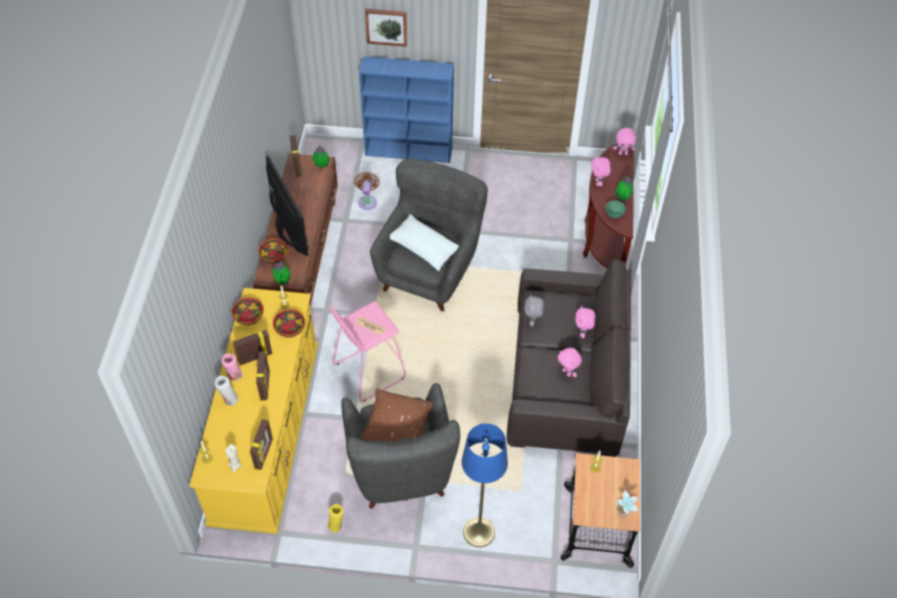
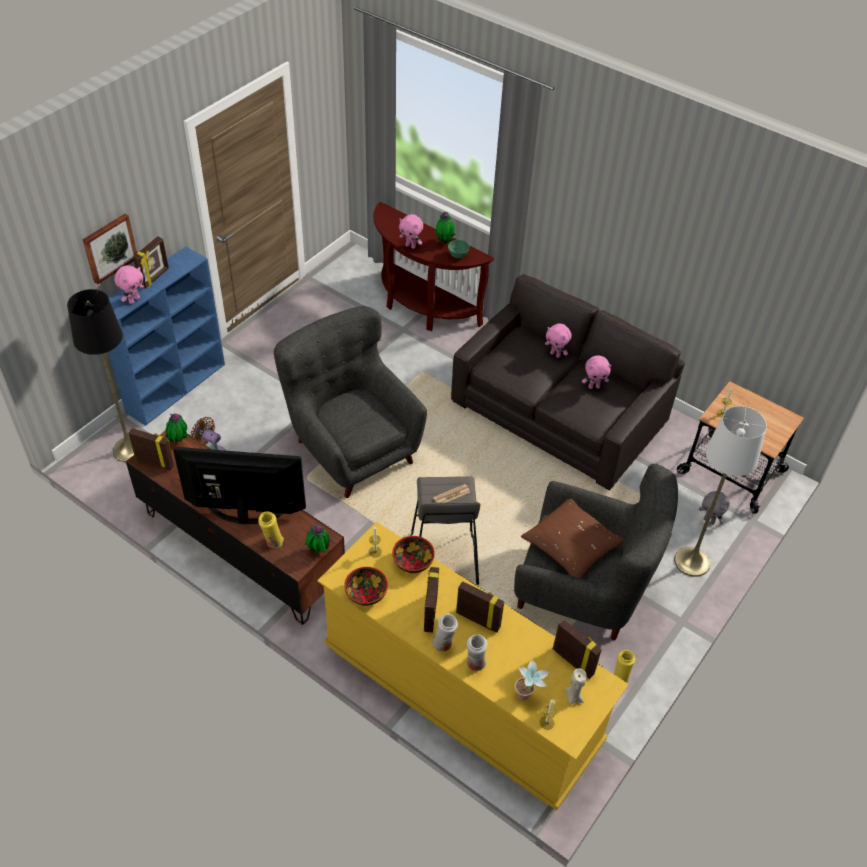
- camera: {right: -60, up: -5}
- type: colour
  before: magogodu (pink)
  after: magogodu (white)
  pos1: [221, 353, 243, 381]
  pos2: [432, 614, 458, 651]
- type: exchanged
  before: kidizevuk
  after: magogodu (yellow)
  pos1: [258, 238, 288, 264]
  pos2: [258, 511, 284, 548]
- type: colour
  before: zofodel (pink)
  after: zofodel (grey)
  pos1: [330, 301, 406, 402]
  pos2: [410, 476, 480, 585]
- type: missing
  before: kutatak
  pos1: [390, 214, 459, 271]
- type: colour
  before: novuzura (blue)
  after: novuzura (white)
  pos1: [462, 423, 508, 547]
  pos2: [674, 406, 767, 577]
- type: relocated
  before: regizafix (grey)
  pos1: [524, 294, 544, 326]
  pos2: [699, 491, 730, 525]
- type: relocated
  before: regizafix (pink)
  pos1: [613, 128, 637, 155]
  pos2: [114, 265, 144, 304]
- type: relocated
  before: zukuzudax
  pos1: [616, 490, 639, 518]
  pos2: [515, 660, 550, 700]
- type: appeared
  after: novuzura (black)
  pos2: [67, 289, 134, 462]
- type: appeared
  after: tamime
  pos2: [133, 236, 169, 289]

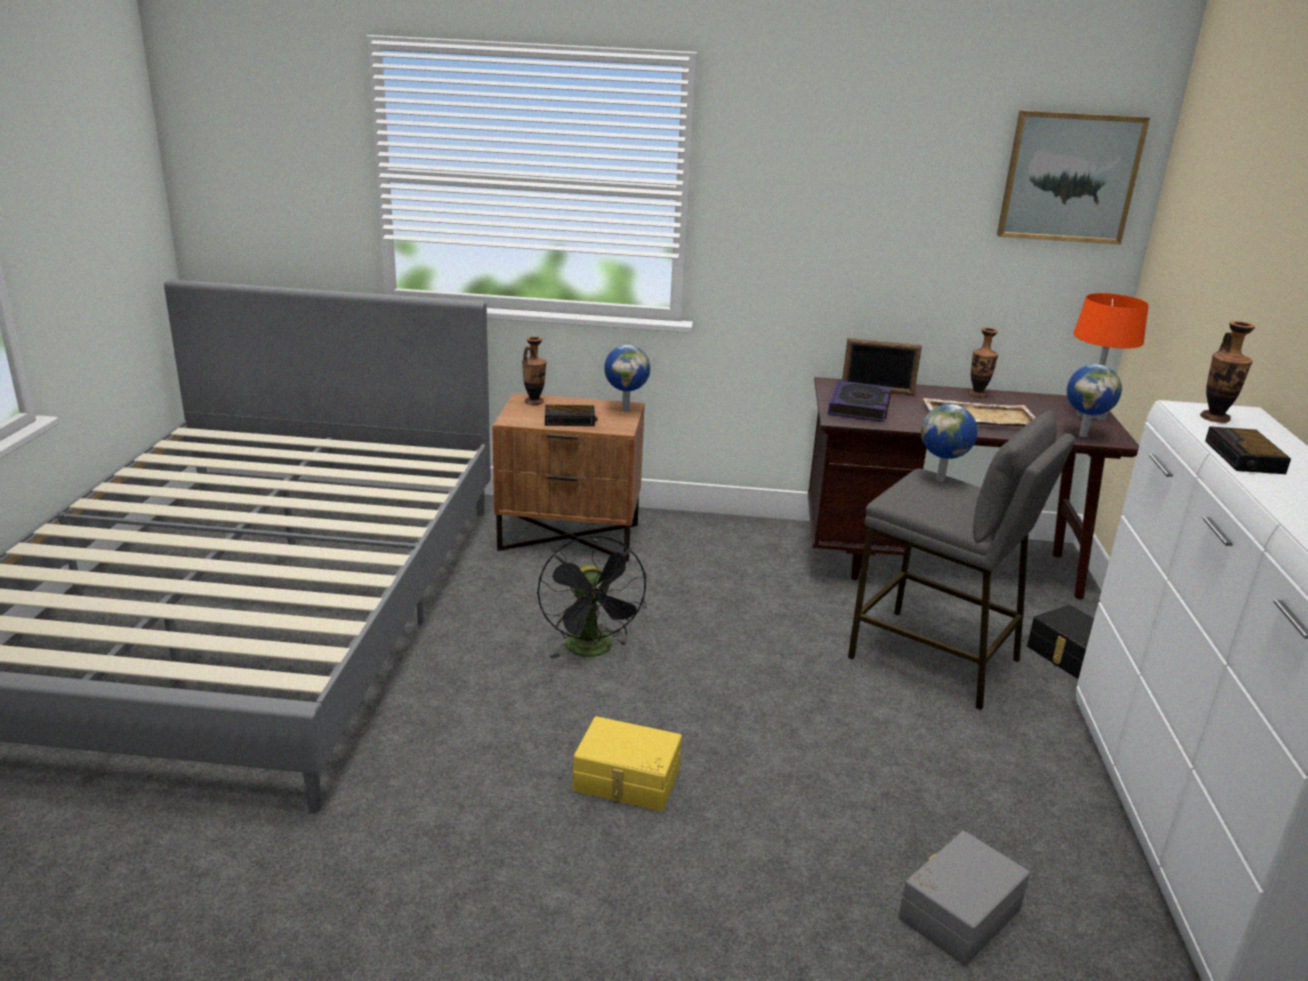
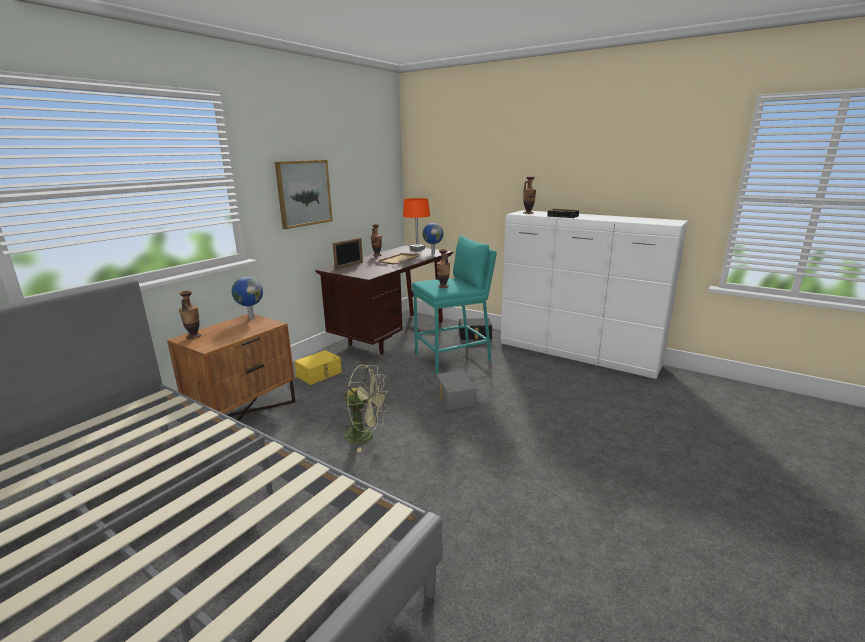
- camera: {right: -60, up: -5}
- type: colour
  before: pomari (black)
  after: pomari (green)
  pos1: [537, 536, 647, 659]
  pos2: [341, 365, 389, 452]
- type: missing
  before: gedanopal
  pos1: [545, 405, 597, 426]
- type: relocated
  before: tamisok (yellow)
  pos1: [573, 716, 682, 811]
  pos2: [295, 350, 342, 385]
- type: missing
  before: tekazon
  pos1: [828, 380, 891, 422]
- type: colour
  before: zofodel (grey)
  after: zofodel (turquoise)
  pos1: [848, 410, 1075, 710]
  pos2: [412, 235, 497, 374]
- type: relocated
  before: tamisok (grey)
  pos1: [898, 831, 1030, 965]
  pos2: [436, 370, 477, 410]
- type: missing
  before: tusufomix
  pos1: [921, 404, 977, 481]
- type: relocated
  before: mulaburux
  pos1: [997, 110, 1150, 245]
  pos2: [275, 160, 333, 229]
- type: appeared
  after: magogodu
  pos2: [436, 249, 450, 288]

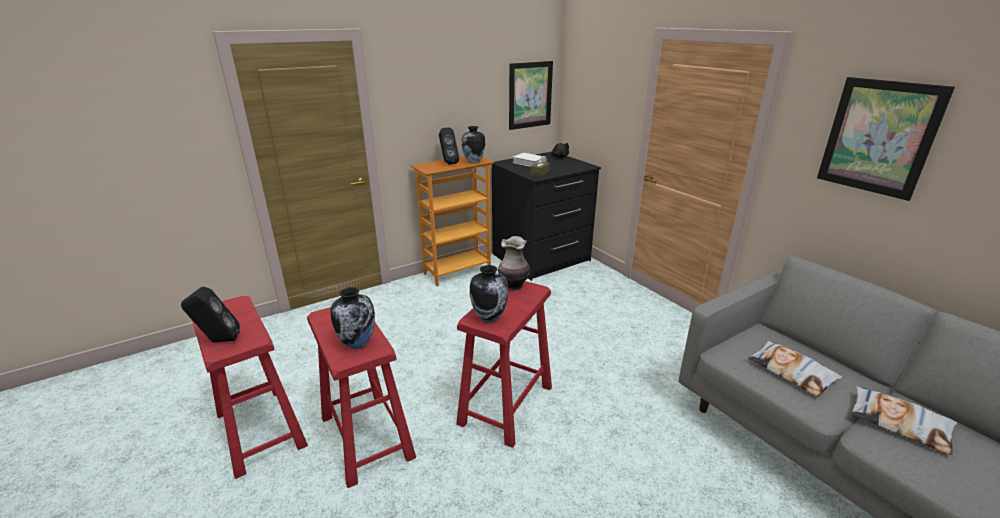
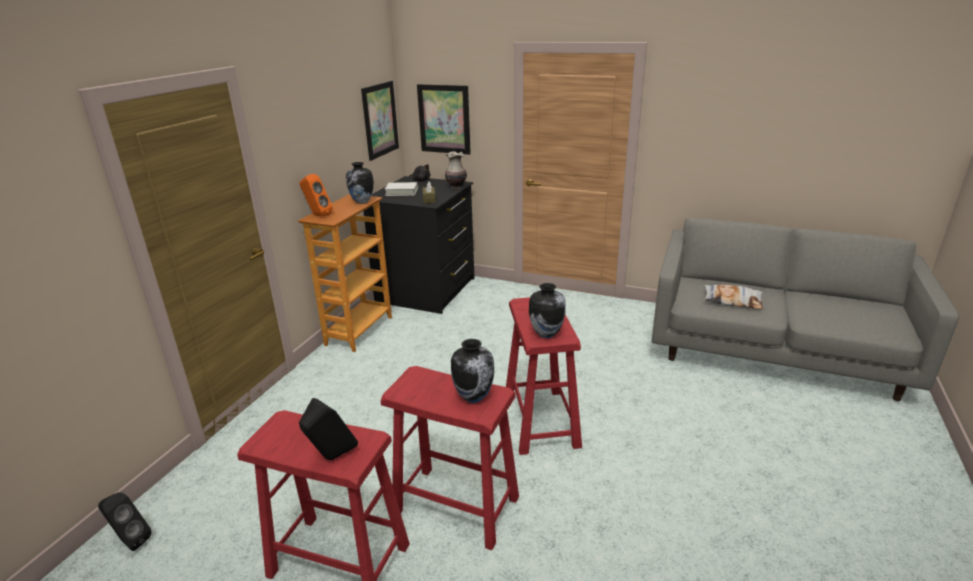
- camera: {right: -35, up: 0}
- type: relocated
  before: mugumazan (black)
  pos1: [439, 128, 459, 165]
  pos2: [98, 492, 151, 551]
- type: relocated
  before: magogodu
  pos1: [498, 236, 530, 291]
  pos2: [445, 151, 467, 189]
- type: relocated
  before: mulaburux
  pos1: [817, 77, 955, 201]
  pos2: [417, 84, 471, 155]
- type: missing
  before: kutatak
  pos1: [851, 386, 957, 455]
- type: appeared
  after: mugumazan (orange)
  pos2: [300, 174, 333, 217]

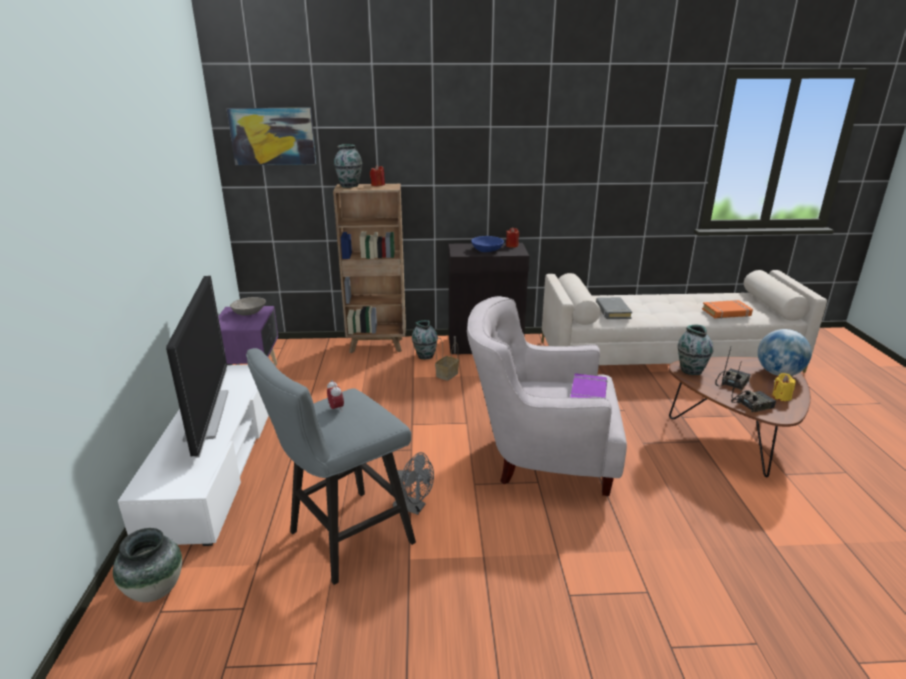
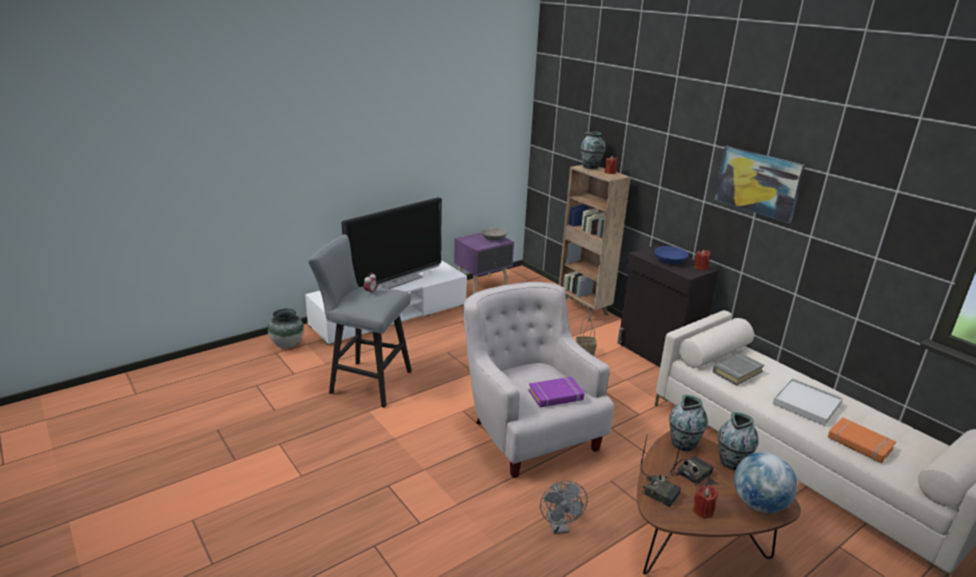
- camera: {right: 55, up: 0}
- type: relocated
  before: mulaburux
  pos1: [227, 108, 316, 165]
  pos2: [714, 146, 805, 223]
- type: relocated
  before: pomari (grey)
  pos1: [393, 452, 434, 515]
  pos2: [540, 481, 588, 534]
- type: relocated
  before: magogodu
  pos1: [412, 320, 438, 359]
  pos2: [718, 412, 758, 471]
- type: spun
  before: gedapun
  pos1: [715, 348, 750, 391]
  pos2: [671, 439, 713, 486]
  turn: -45
- type: colour
  before: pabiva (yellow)
  after: pabiva (red)
  pos1: [772, 373, 796, 401]
  pos2: [693, 486, 718, 519]
- type: appeared
  after: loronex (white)
  pos2: [773, 378, 843, 426]

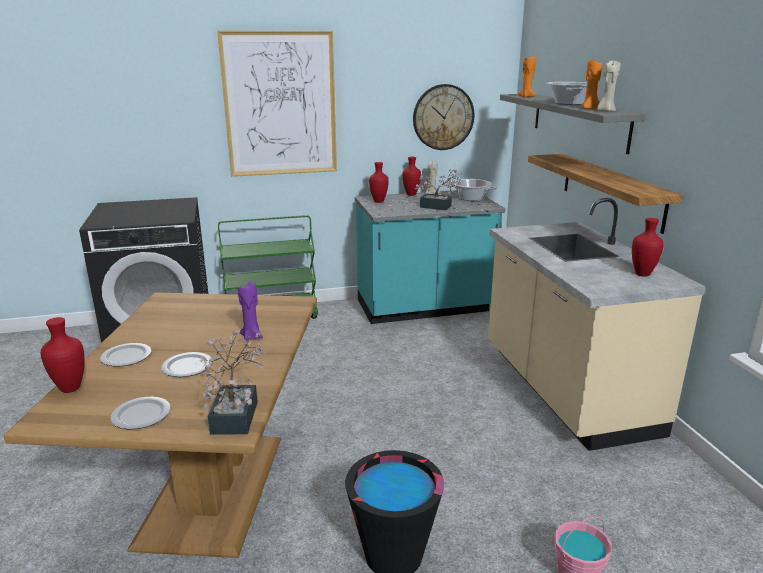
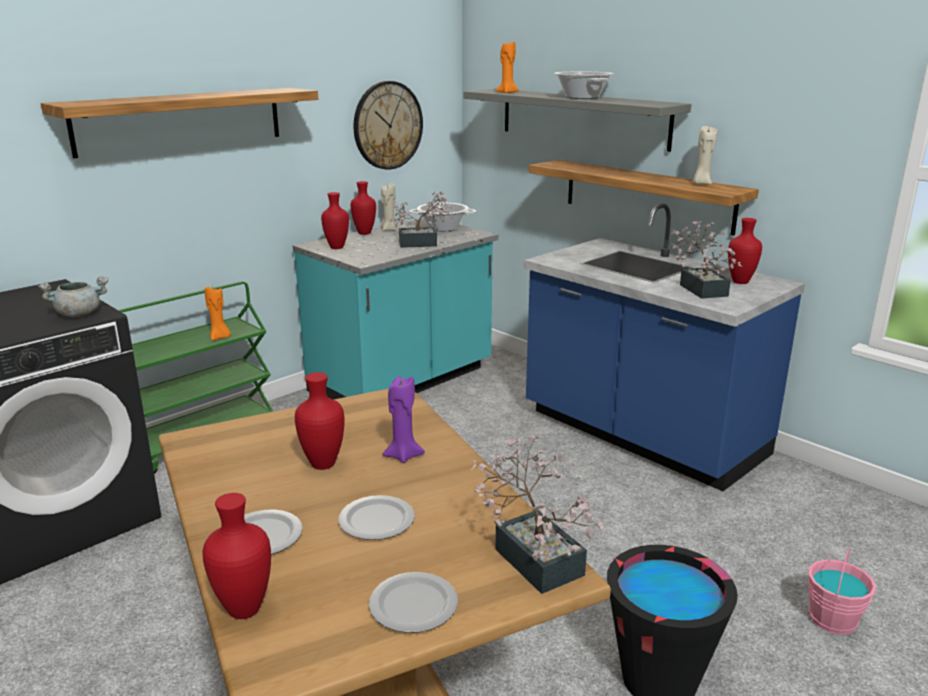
- camera: {right: -30, up: 0}
- type: exchanged
  before: mulaburux
  after: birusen
  pos1: [217, 31, 337, 177]
  pos2: [41, 88, 318, 158]
- type: colour
  before: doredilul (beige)
  after: doredilul (blue)
  pos1: [488, 198, 706, 451]
  pos2: [524, 204, 805, 491]
- type: relocated
  before: pabiva (orange)
  pos1: [581, 59, 602, 109]
  pos2: [204, 287, 231, 341]
- type: relocated
  before: pabiva (beige)
  pos1: [597, 60, 621, 112]
  pos2: [693, 126, 717, 185]
- type: appeared
  after: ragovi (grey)
  pos2: [38, 277, 109, 317]
- type: appeared
  after: magogodu (red)
  pos2: [295, 372, 344, 470]
- type: appeared
  after: zukuzudax
  pos2: [671, 221, 742, 299]

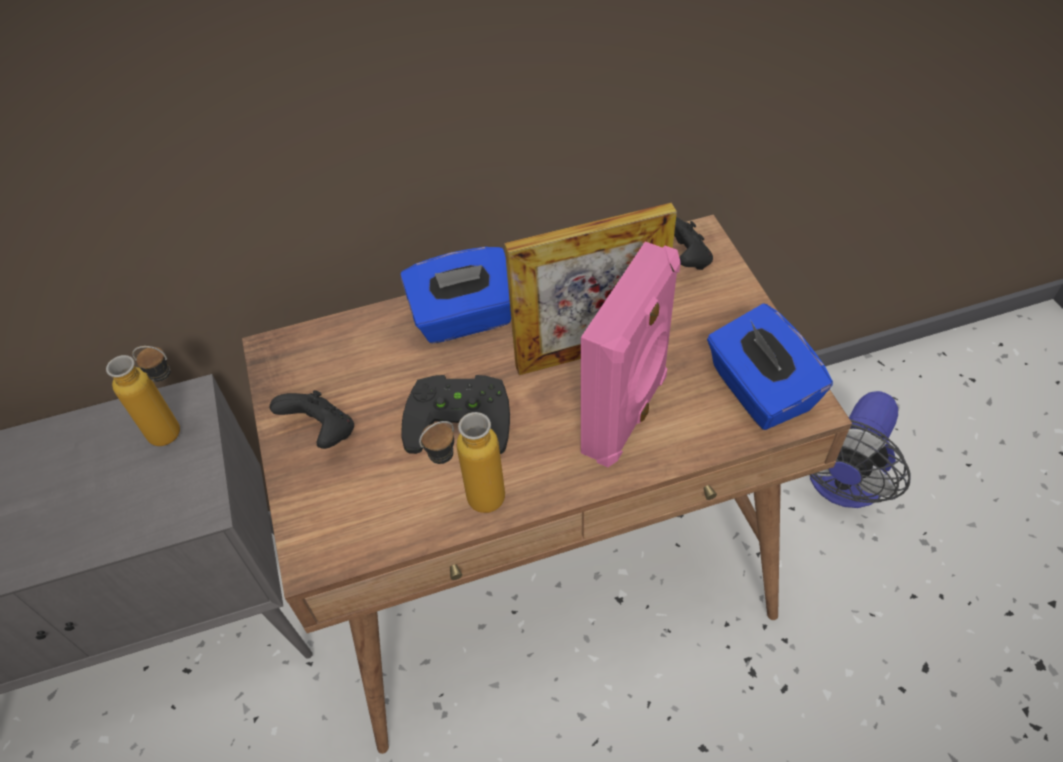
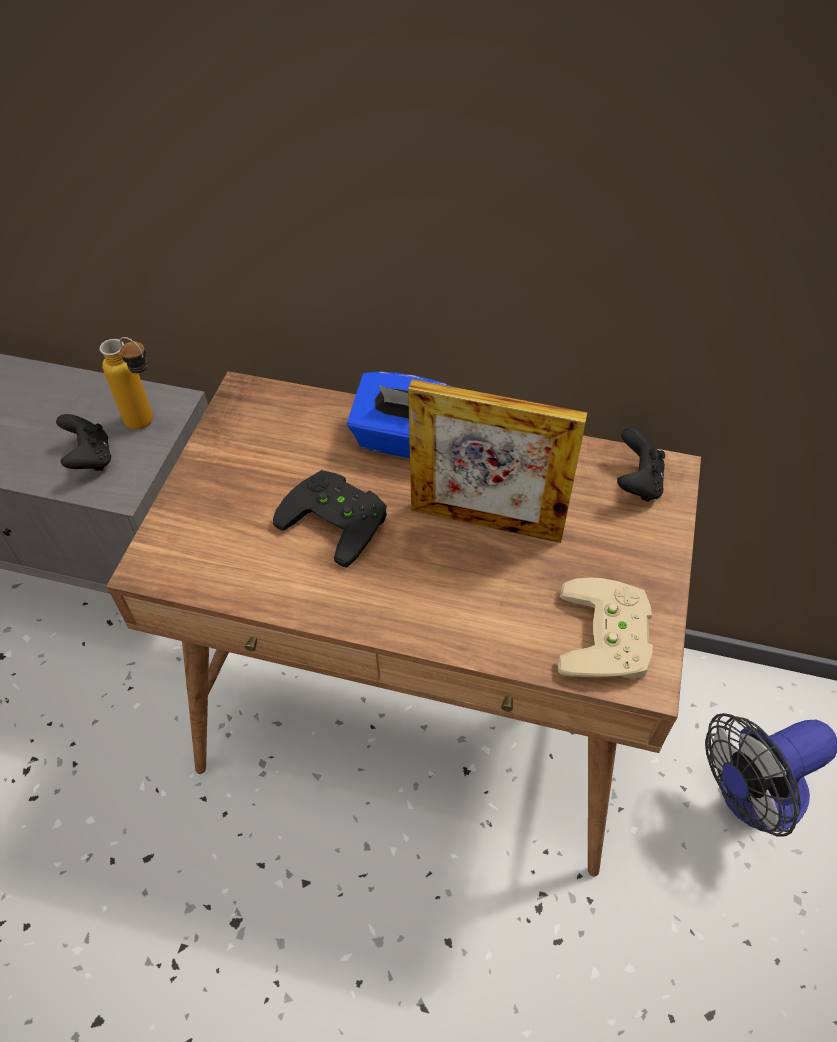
- camera: {right: 30, up: 0}
- type: relocated
  before: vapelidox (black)
  pos1: [270, 390, 354, 449]
  pos2: [56, 414, 111, 471]
- type: missing
  before: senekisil
  pos1: [419, 412, 505, 513]
- type: missing
  before: mugumazan (pink)
  pos1: [581, 241, 681, 467]
- type: exchanged
  before: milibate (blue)
  after: vapelidox (beige)
  pos1: [707, 303, 833, 430]
  pos2: [557, 578, 653, 680]

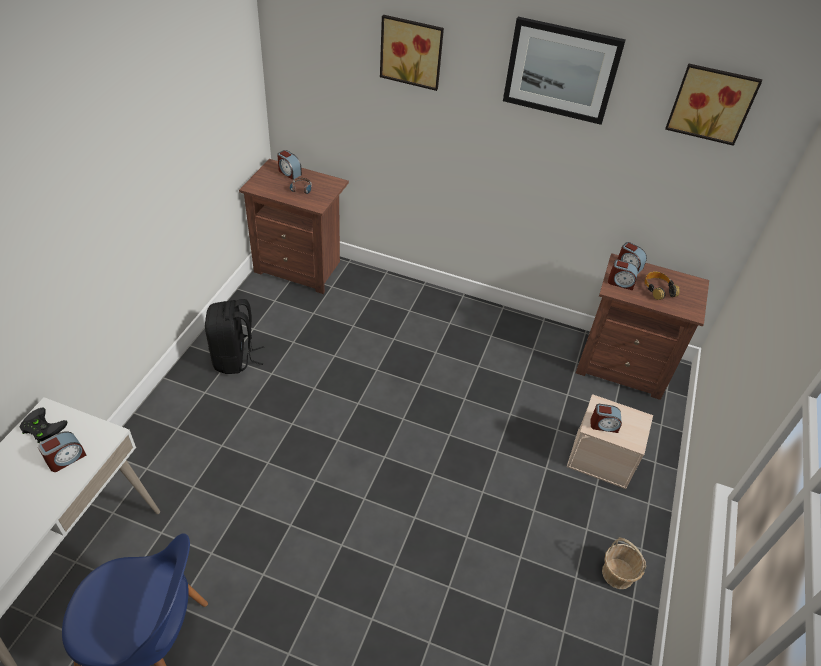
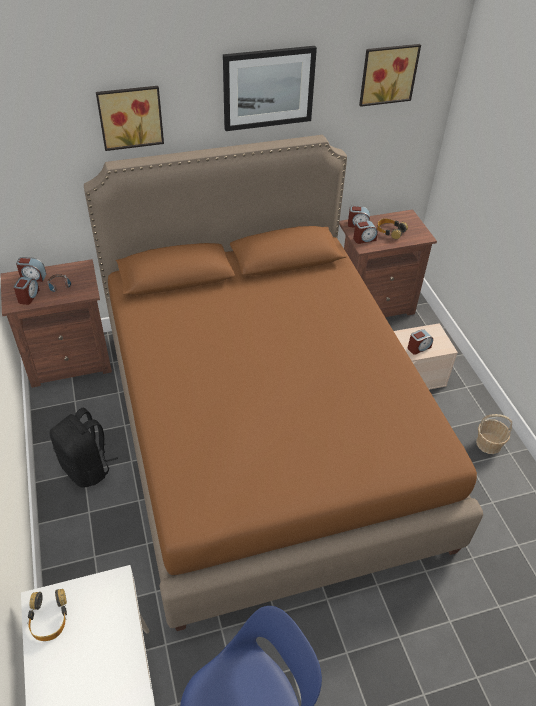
- camera: {right: -35, up: 0}
- type: exchanged
  before: vapelidox (black)
  after: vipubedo
  pos1: [19, 407, 68, 443]
  pos2: [28, 589, 67, 641]
- type: relocated
  before: gedanopal
  pos1: [38, 431, 86, 472]
  pos2: [13, 277, 39, 305]
- type: appeared
  after: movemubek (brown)
  pos2: [84, 135, 483, 631]

